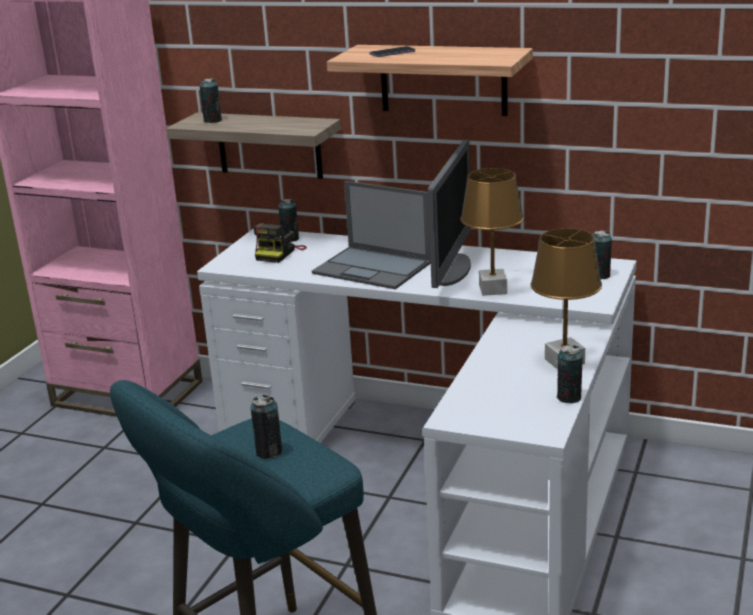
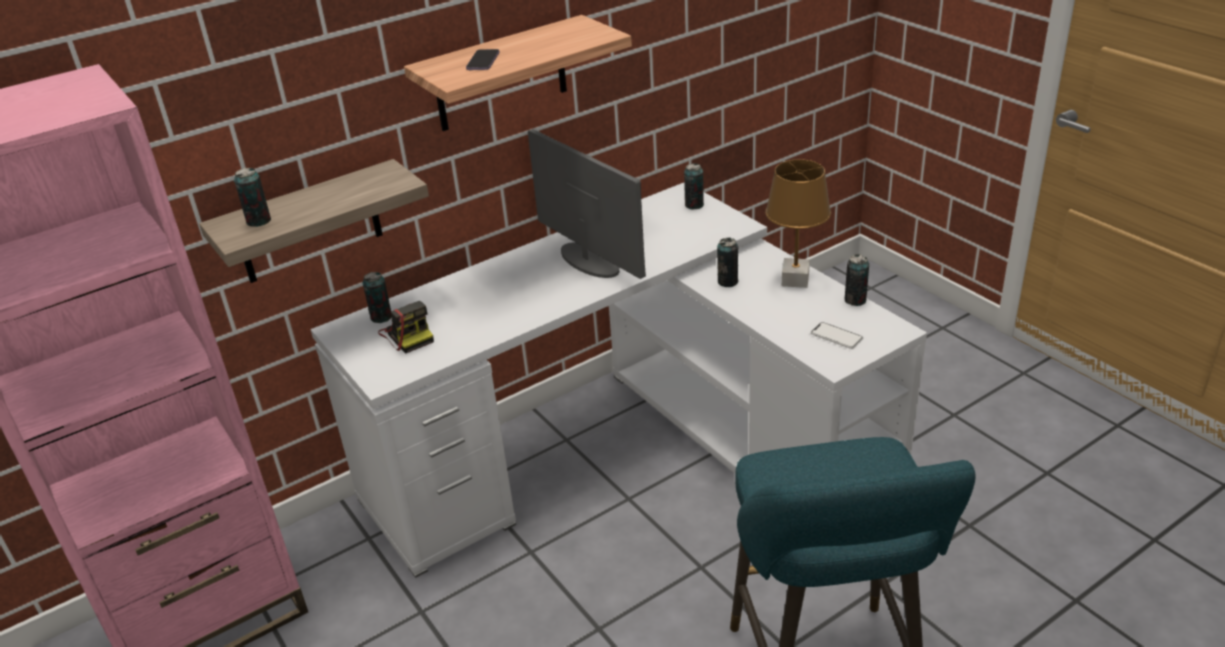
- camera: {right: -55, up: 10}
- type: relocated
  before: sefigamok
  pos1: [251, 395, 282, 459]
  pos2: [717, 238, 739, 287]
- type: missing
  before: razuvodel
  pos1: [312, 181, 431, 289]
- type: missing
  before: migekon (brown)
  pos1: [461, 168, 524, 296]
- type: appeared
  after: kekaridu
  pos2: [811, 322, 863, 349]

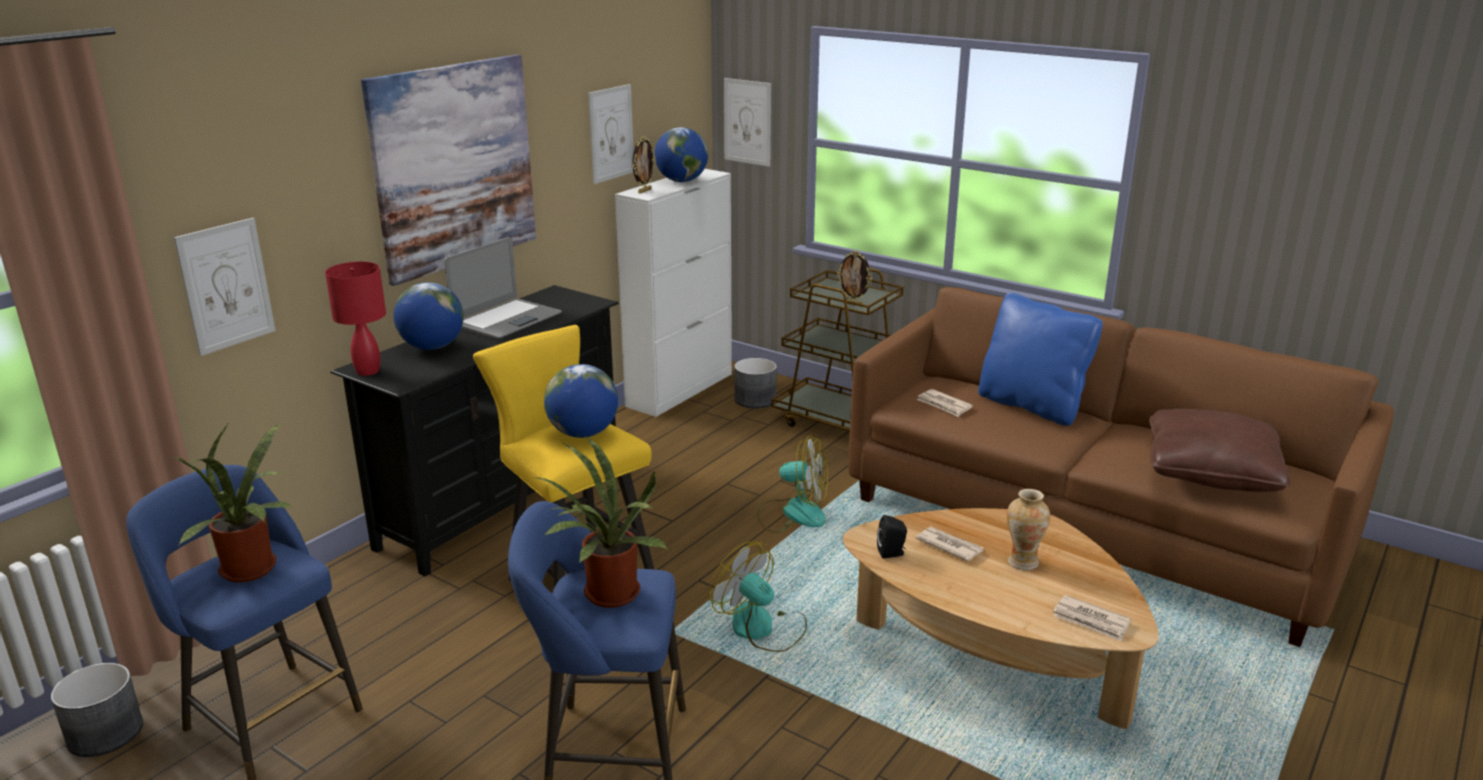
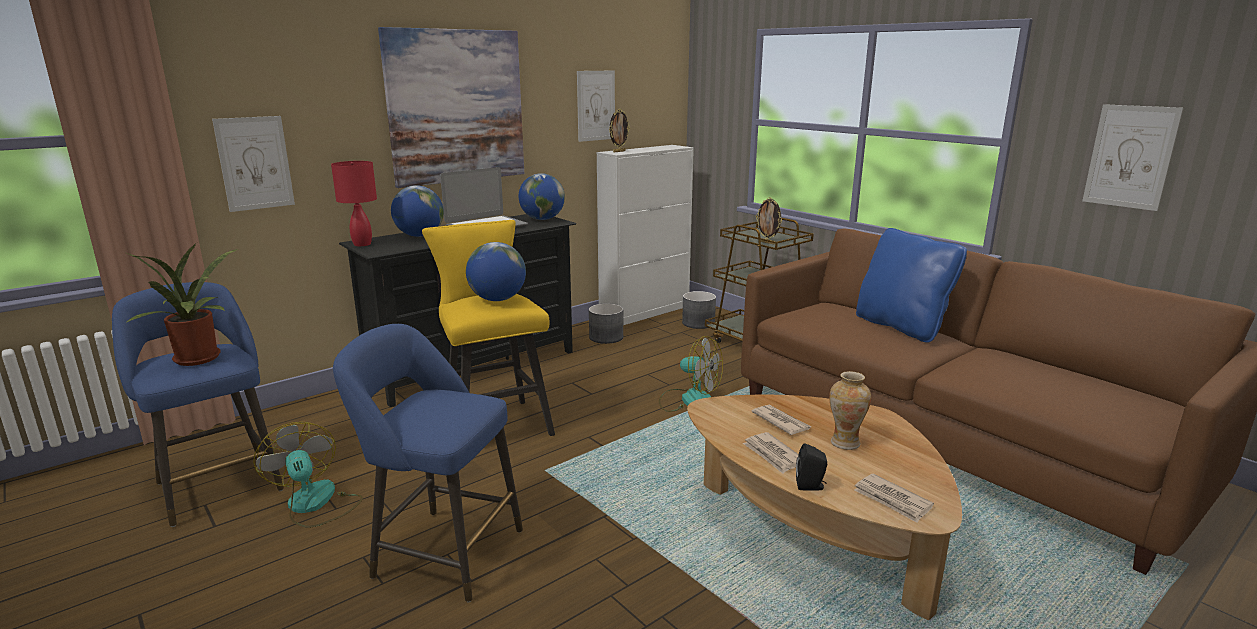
- camera: {right: 15, up: -5}
- type: relocated
  before: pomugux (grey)
  pos1: [51, 663, 143, 757]
  pos2: [589, 303, 623, 344]
- type: missing
  before: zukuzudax
  pos1: [531, 436, 668, 608]
- type: relocated
  before: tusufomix
  pos1: [654, 127, 708, 182]
  pos2: [519, 173, 565, 220]
- type: relocated
  before: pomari
  pos1: [709, 542, 807, 652]
  pos2: [253, 422, 363, 528]
- type: relocated
  before: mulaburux
  pos1: [724, 78, 771, 167]
  pos2: [1082, 104, 1183, 211]
- type: relocated
  before: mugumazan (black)
  pos1: [877, 515, 907, 559]
  pos2: [796, 443, 828, 490]
- type: relocated
  before: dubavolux
  pos1: [917, 389, 973, 417]
  pos2: [743, 432, 799, 474]
- type: missing
  before: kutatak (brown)
  pos1: [1149, 409, 1291, 492]

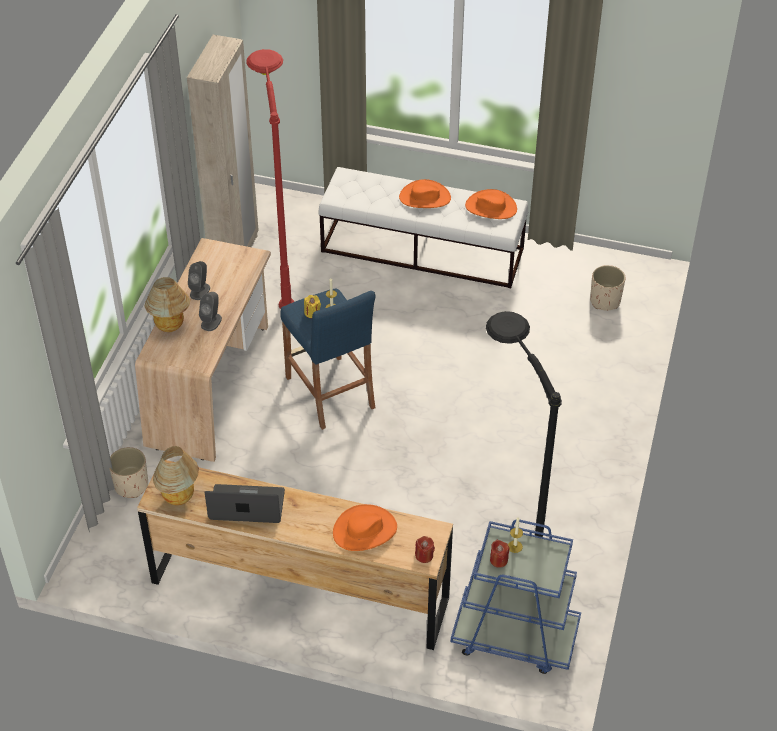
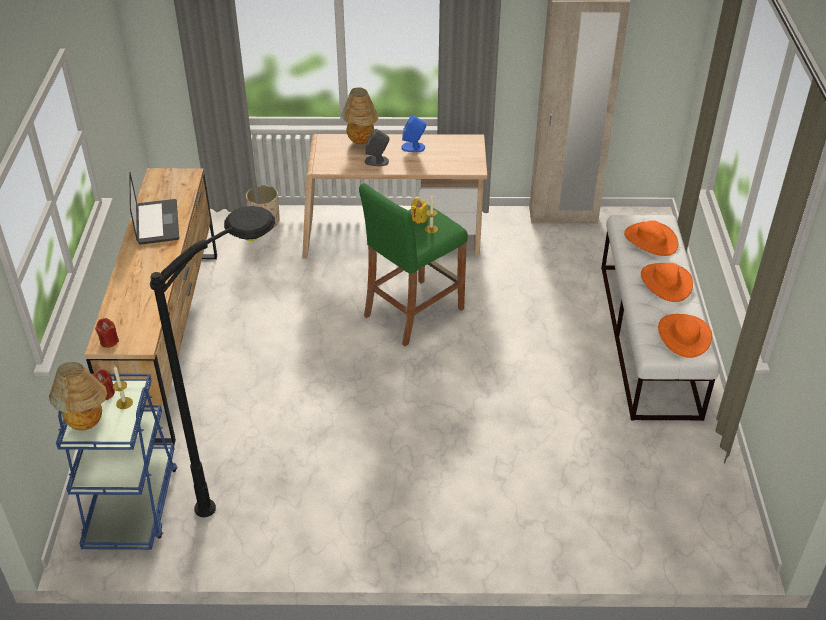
- camera: {right: 75, up: -5}
- type: relocated
  before: migekon
  pos1: [153, 446, 199, 505]
  pos2: [49, 362, 107, 431]
- type: colour
  before: mugumazan (grey)
  after: mugumazan (blue)
  pos1: [188, 261, 210, 300]
  pos2: [401, 115, 426, 152]
- type: missing
  before: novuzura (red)
  pos1: [246, 49, 294, 309]
- type: colour
  before: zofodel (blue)
  after: zofodel (green)
  pos1: [280, 288, 376, 430]
  pos2: [359, 183, 468, 346]
- type: relocated
  before: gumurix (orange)
  pos1: [333, 504, 397, 551]
  pos2: [624, 220, 679, 256]
- type: missing
  before: pomugux (beige)
  pos1: [590, 265, 626, 311]

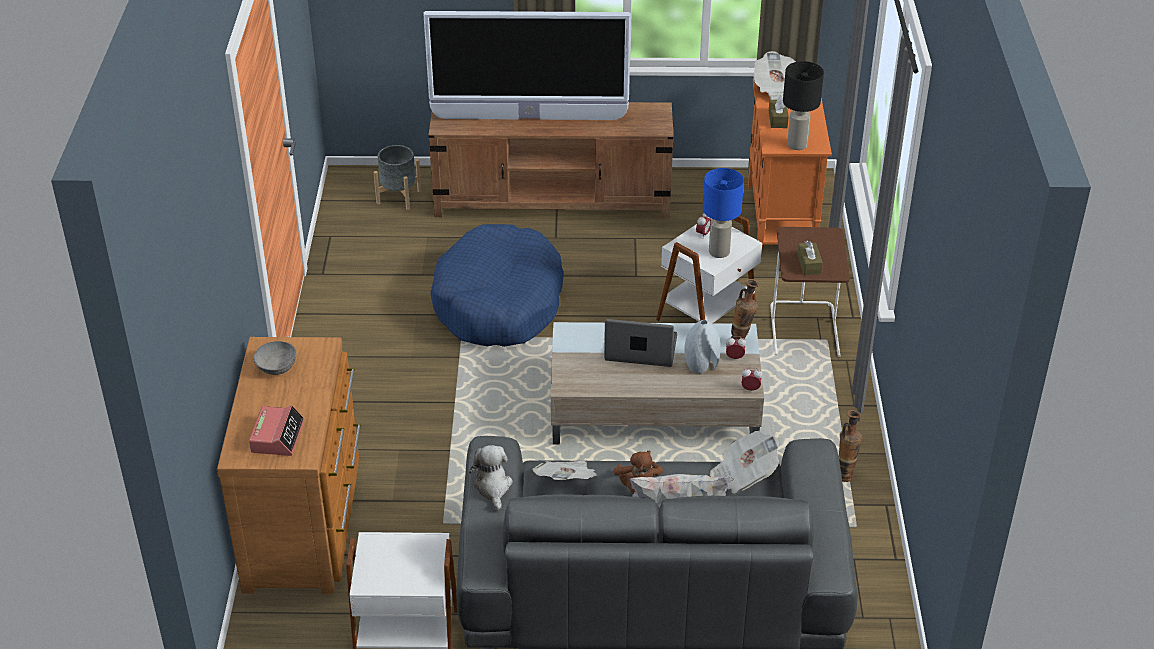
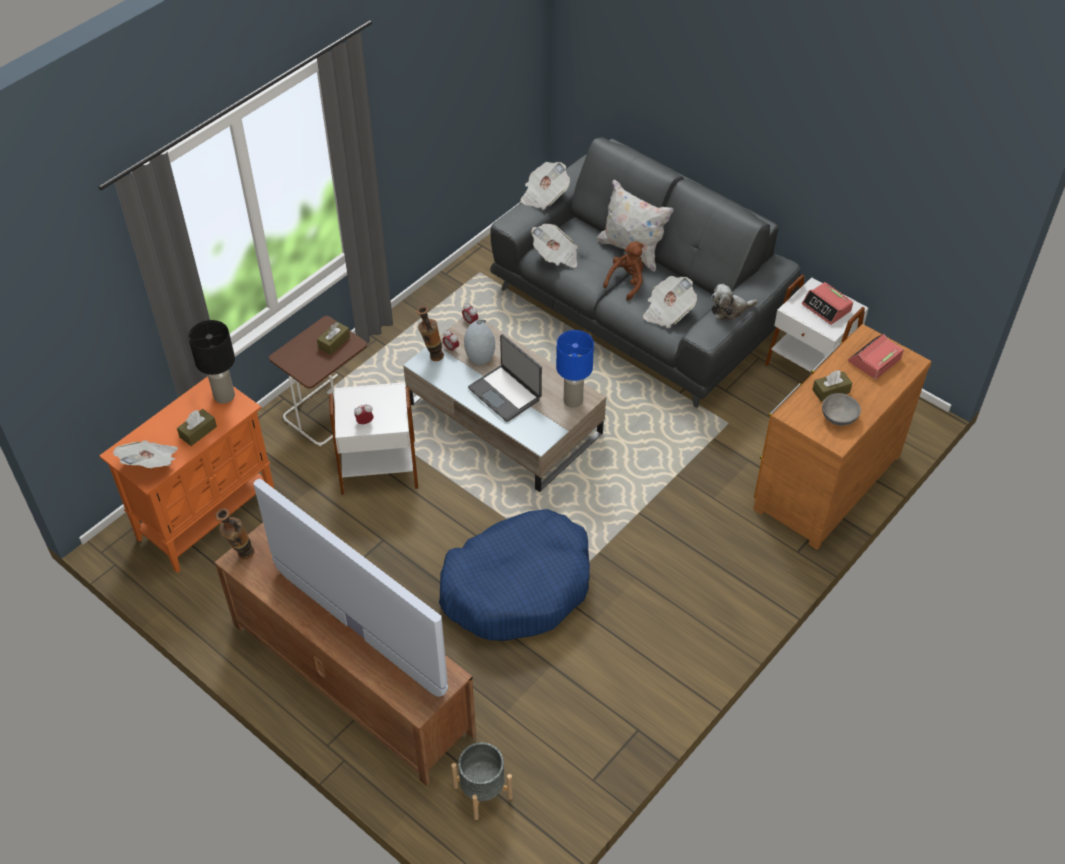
- camera: {right: -140, up: 10}
- type: spun
  before: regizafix
  pos1: [469, 445, 513, 511]
  pos2: [711, 284, 758, 321]
  turn: 45
- type: relocated
  before: migekon (blue)
  pos1: [703, 168, 744, 258]
  pos2: [556, 330, 594, 408]
- type: relocated
  before: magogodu
  pos1: [839, 410, 863, 482]
  pos2: [215, 508, 255, 560]
- type: appeared
  after: dubavolux
  pos2: [521, 162, 570, 210]
- type: appeared
  after: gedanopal
  pos2: [802, 282, 853, 325]
- type: appeared
  after: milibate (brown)
  pos2: [812, 370, 852, 402]

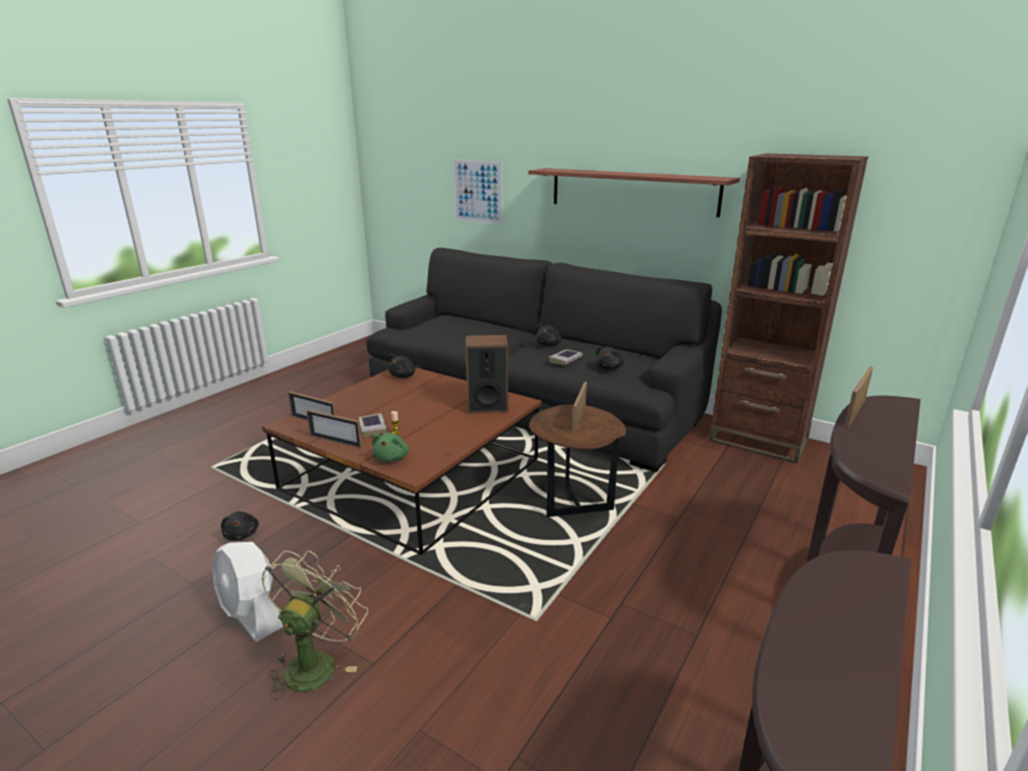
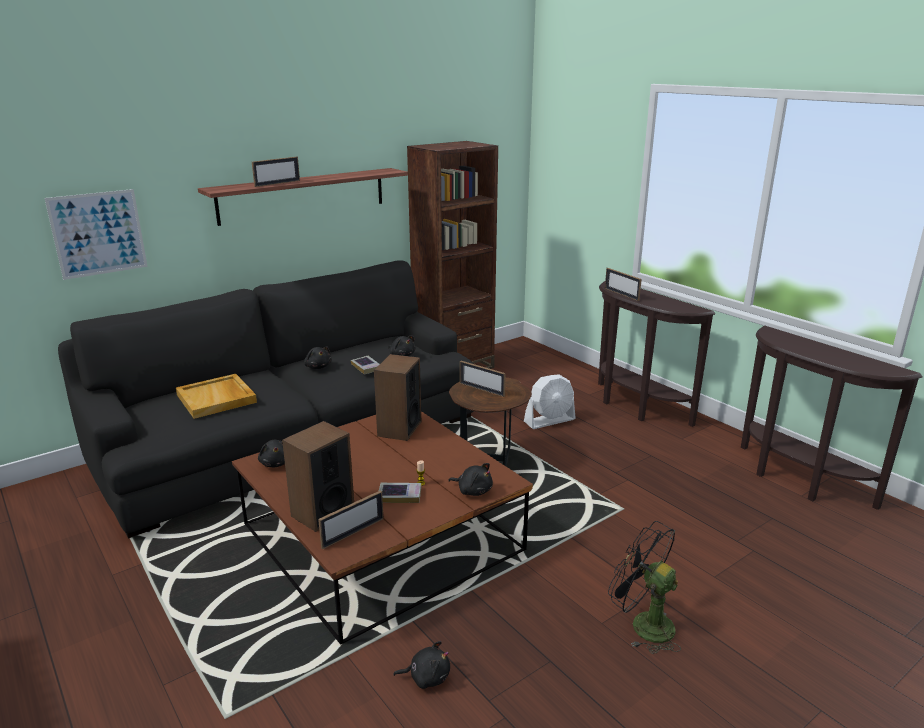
- camera: {right: -70, up: 0}
- type: relocated
  before: pomari (white)
  pos1: [212, 542, 283, 642]
  pos2: [524, 375, 576, 429]
- type: colour
  before: pomari (green)
  after: pomari (black)
  pos1: [261, 551, 368, 700]
  pos2: [608, 521, 681, 654]
- type: relocated
  before: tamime
  pos1: [306, 410, 362, 448]
  pos2: [252, 157, 300, 187]
- type: colour
  before: regizafix (green)
  after: regizafix (black)
  pos1: [372, 433, 409, 462]
  pos2: [448, 463, 493, 496]
- type: appeared
  after: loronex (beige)
  pos2: [176, 374, 257, 419]
- type: appeared
  after: mugumazan
  pos2: [282, 421, 354, 532]

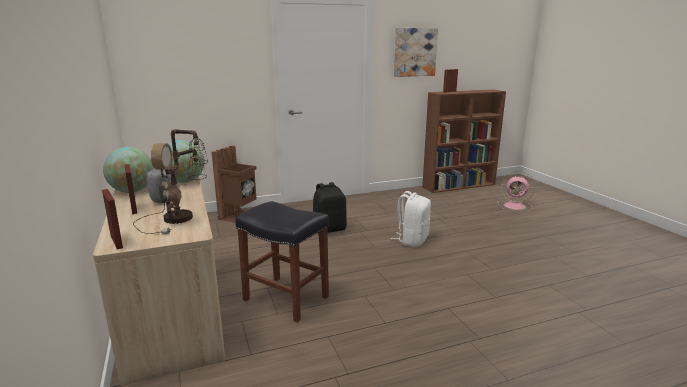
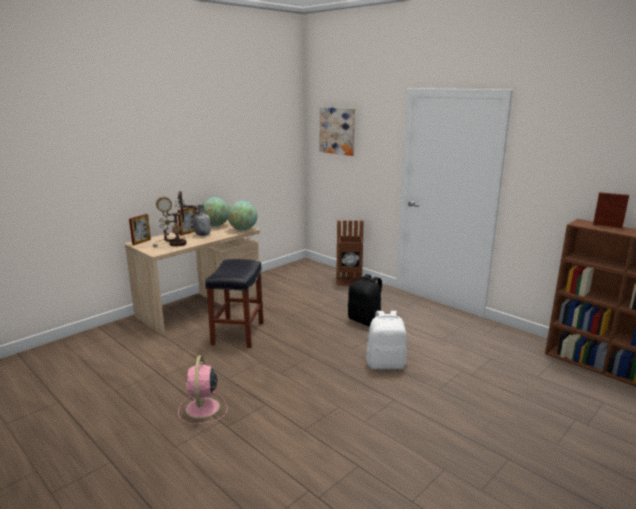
- camera: {right: 65, up: 0}
- type: relocated
  before: mulaburux
  pos1: [394, 28, 438, 77]
  pos2: [320, 107, 355, 156]
- type: relocated
  before: pomari (pink)
  pos1: [497, 171, 535, 212]
  pos2: [178, 355, 227, 424]

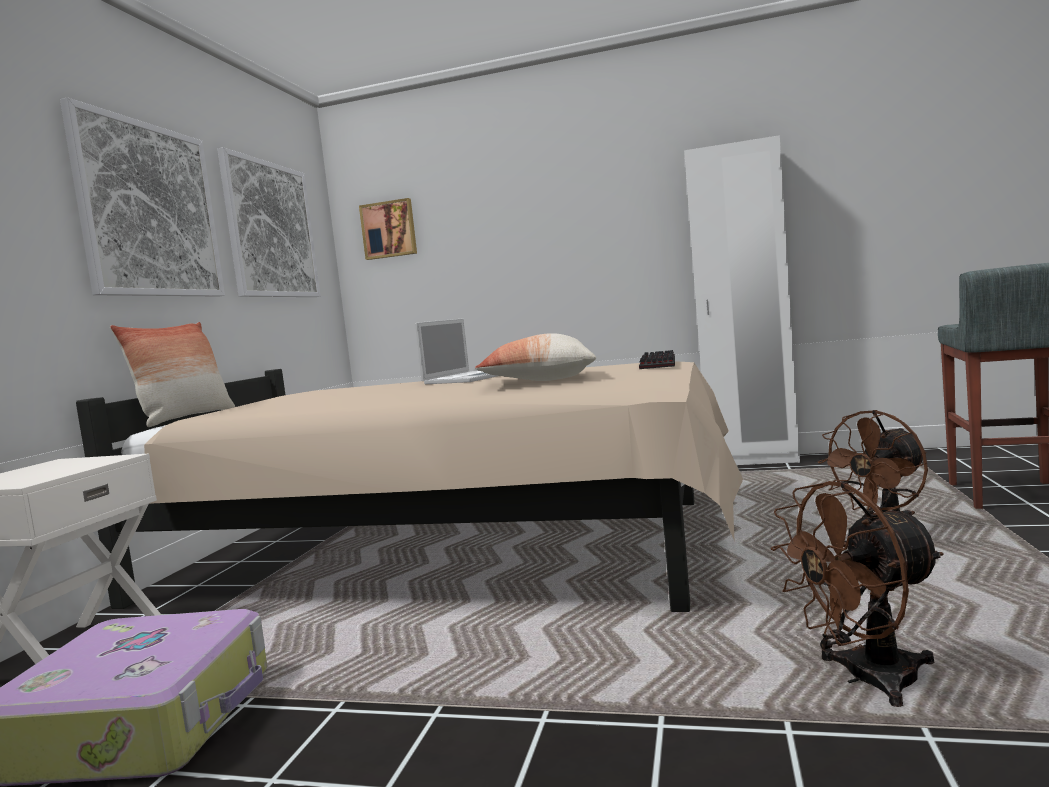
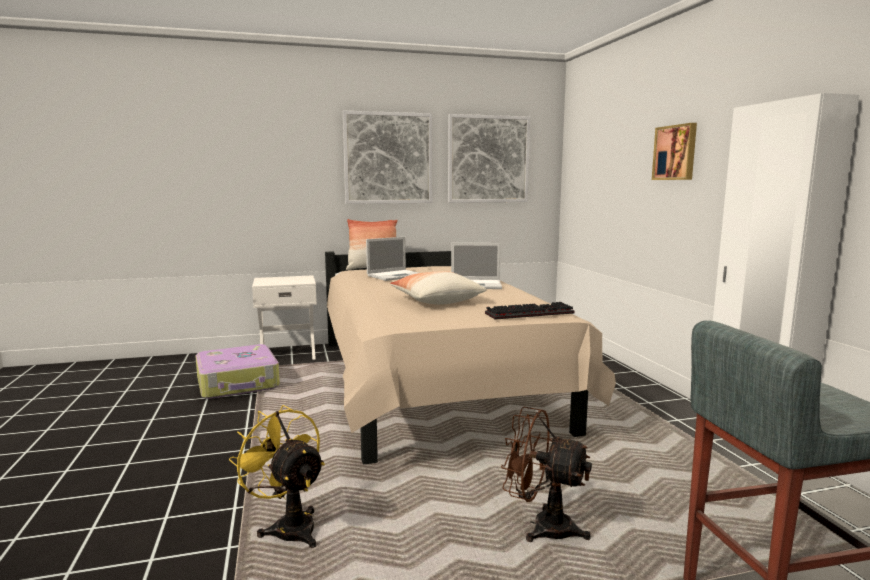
- camera: {right: 60, up: 5}
- type: relocated
  before: mulaburux
  pos1: [359, 198, 417, 260]
  pos2: [652, 123, 697, 180]
- type: colour
  before: pomari (brown)
  after: pomari (yellow)
  pos1: [770, 481, 944, 707]
  pos2: [229, 405, 325, 548]
- type: appeared
  after: razuvodel
  pos2: [366, 237, 418, 281]

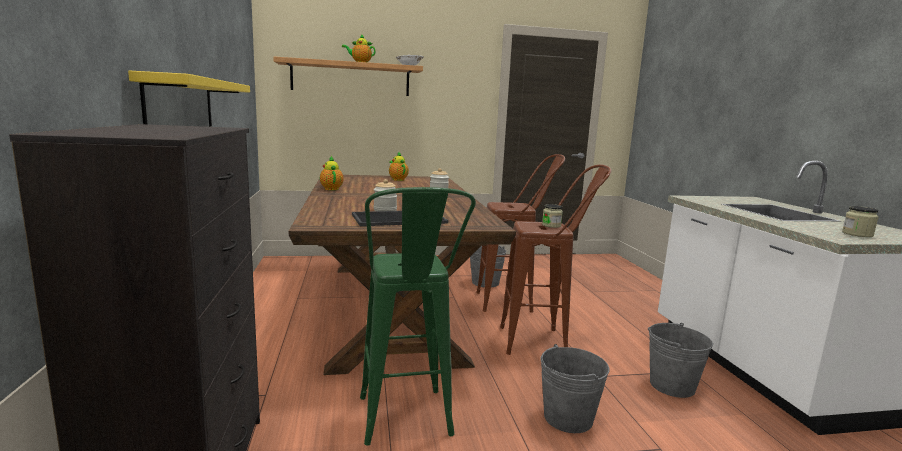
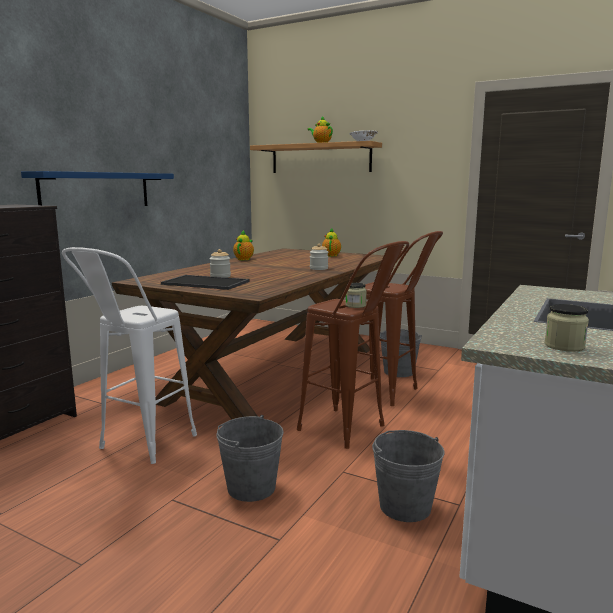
- camera: {right: 40, up: 0}
- type: colour
  before: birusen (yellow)
  after: birusen (blue)
  pos1: [128, 70, 250, 126]
  pos2: [21, 171, 174, 206]
- type: colour
  before: zofodel (green)
  after: zofodel (white)
  pos1: [360, 187, 476, 445]
  pos2: [62, 247, 197, 464]

